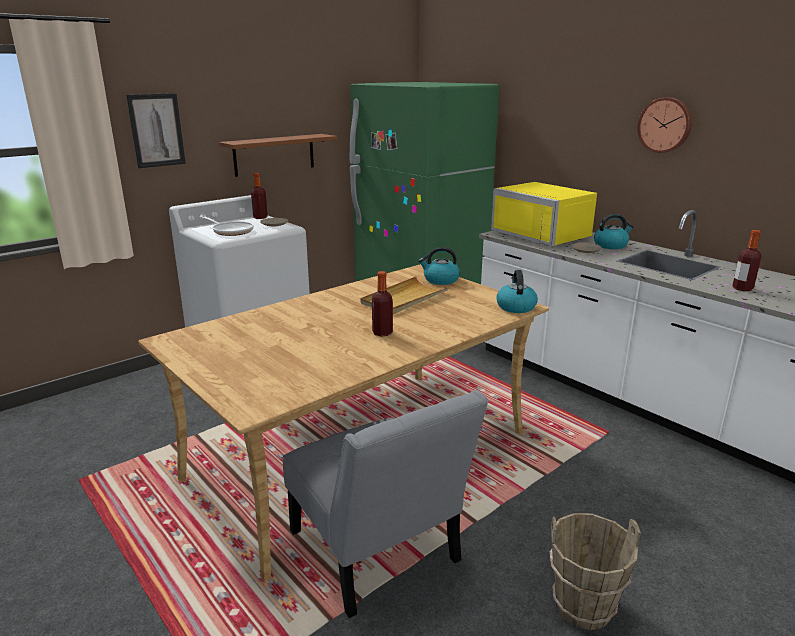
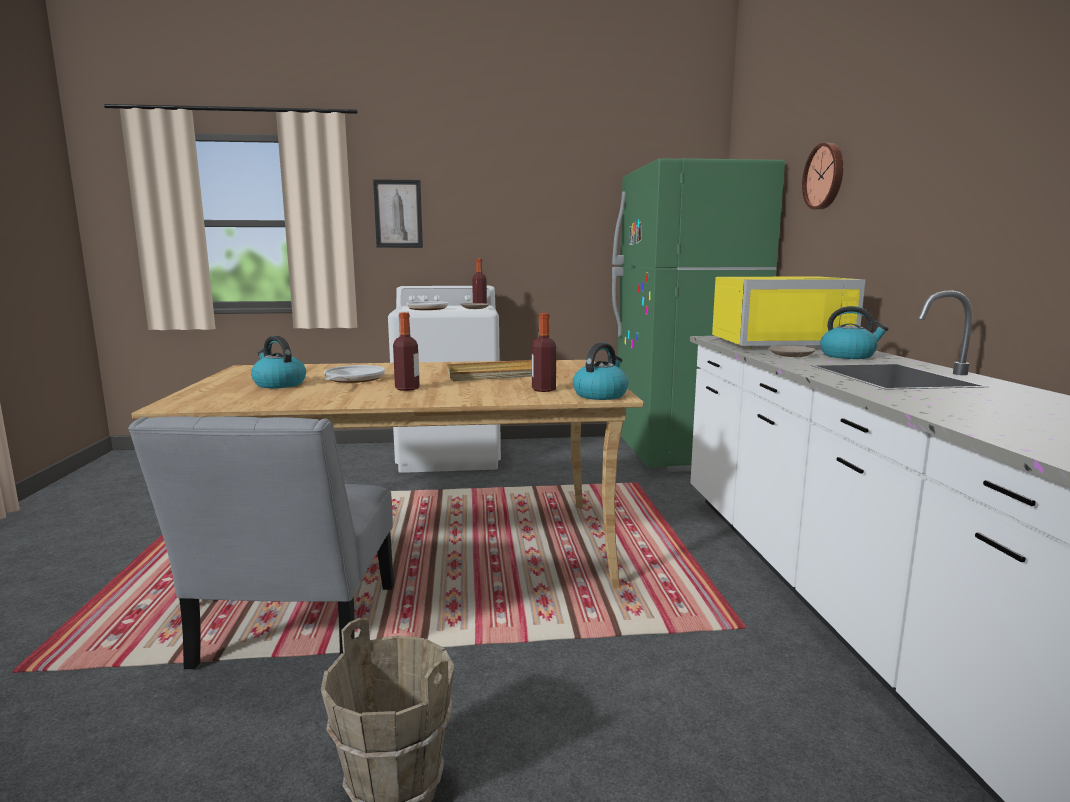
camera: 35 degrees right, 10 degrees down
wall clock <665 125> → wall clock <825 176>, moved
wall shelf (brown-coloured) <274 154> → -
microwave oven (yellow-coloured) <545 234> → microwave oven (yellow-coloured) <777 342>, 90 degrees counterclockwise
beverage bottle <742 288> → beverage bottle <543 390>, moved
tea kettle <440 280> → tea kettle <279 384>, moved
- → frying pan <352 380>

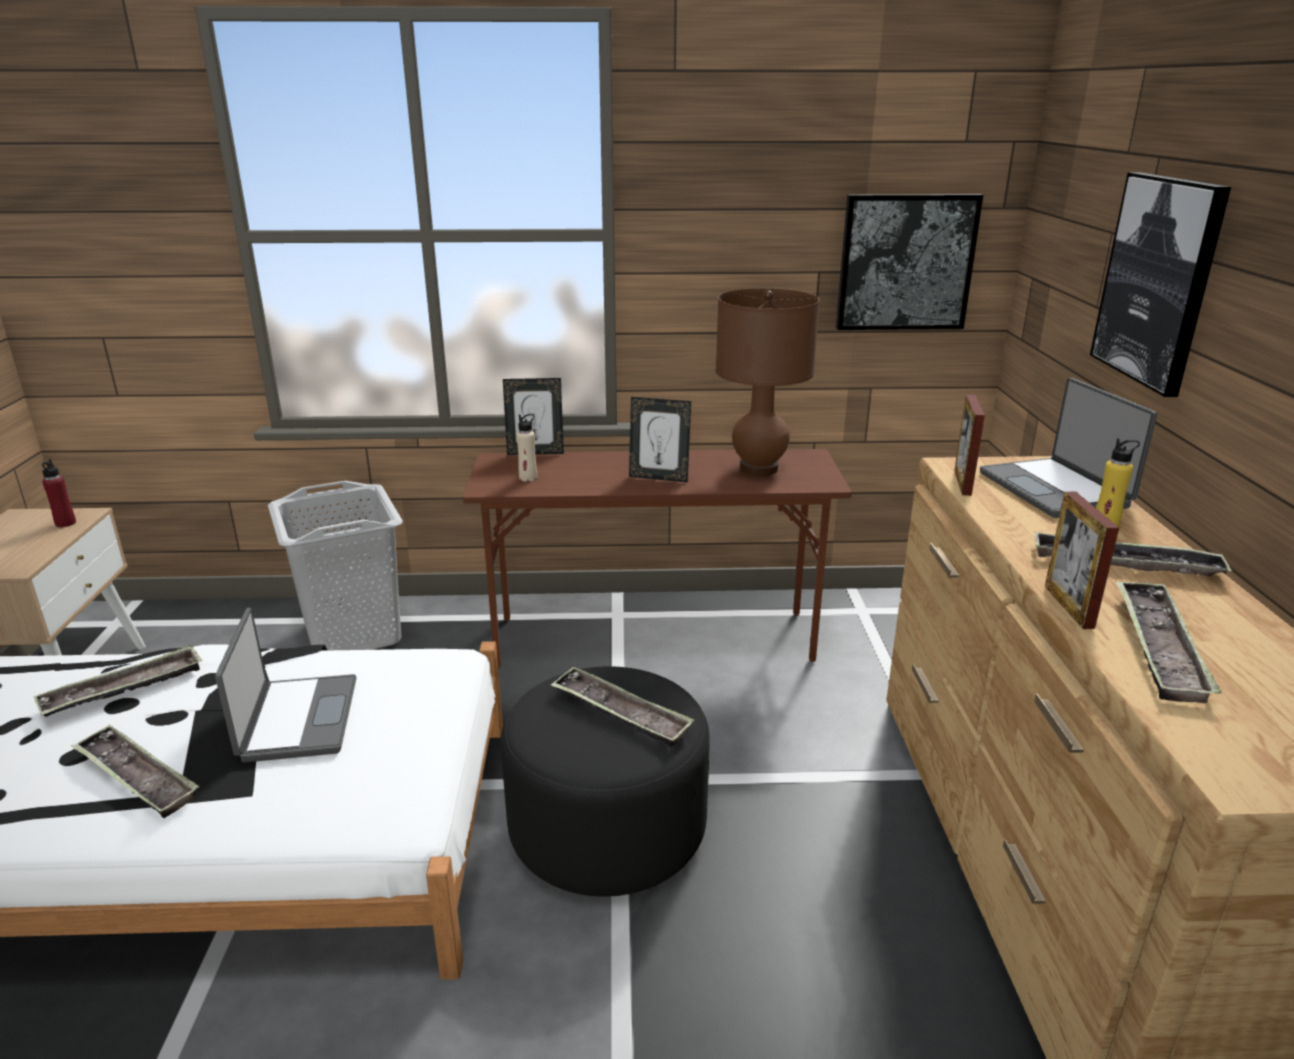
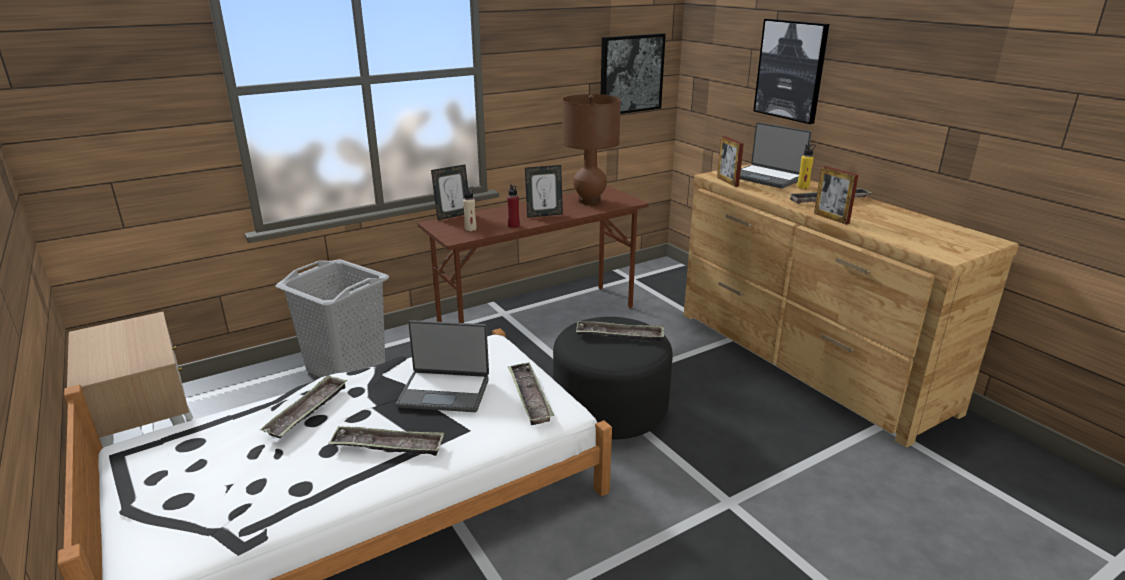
camera: 30 degrees left, 0 degrees up
beverage bottle (red-coloured) <65 523> → beverage bottle (red-coloured) <513 226>, moved
carrying tray <1158 647> → carrying tray <529 396>, moved
notebook computer <297 719> → notebook computer <445 391>, 135 degrees clockwise

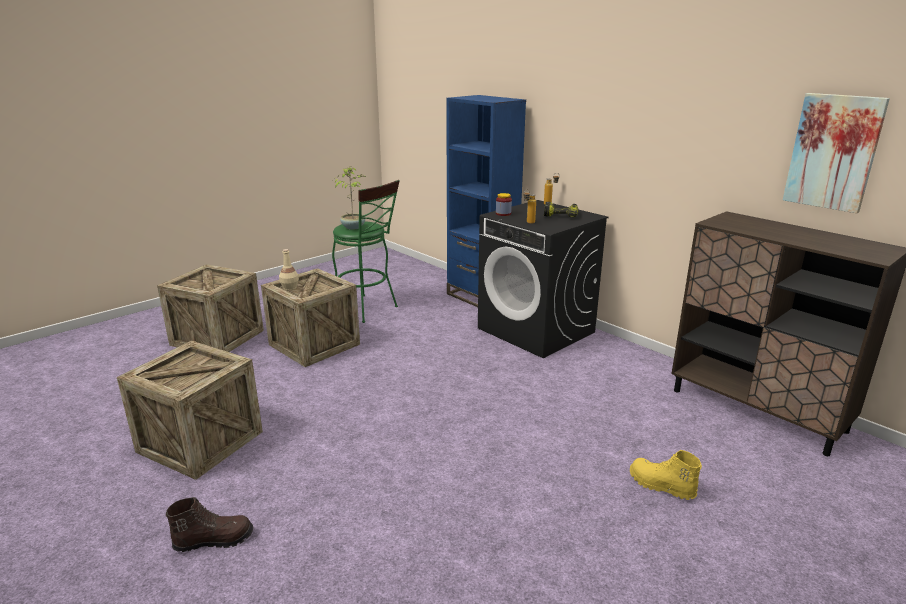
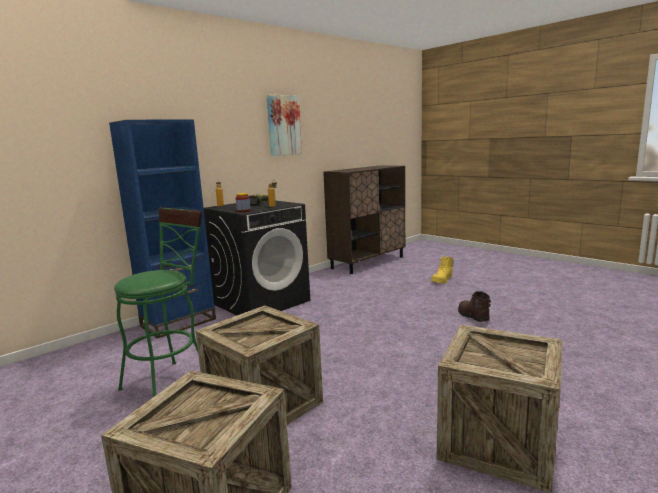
camera: 90 degrees left, 10 degrees down
wall picture <833 152> → wall picture <284 125>, moved
houseplant <353 227> → -
beverage bottle (sand-coloured) <289 288> → -
high-top boot (brown-coloured) <214 540> → high-top boot (brown-coloured) <472 316>, moved

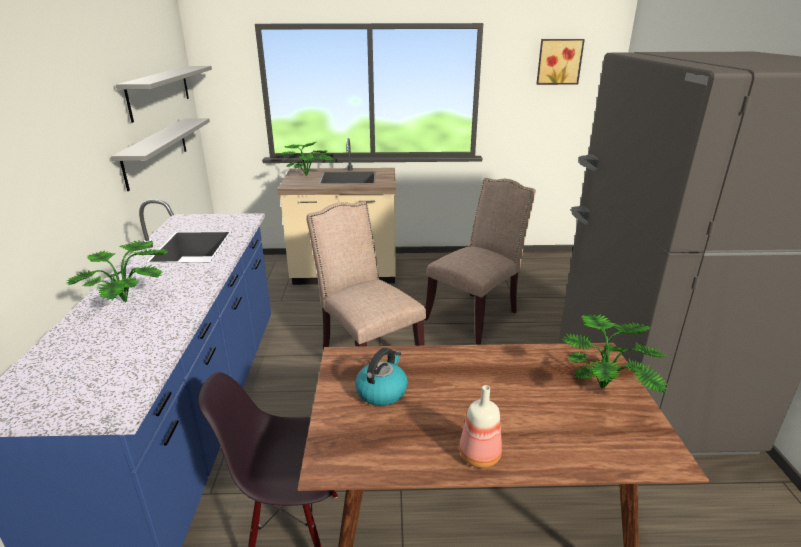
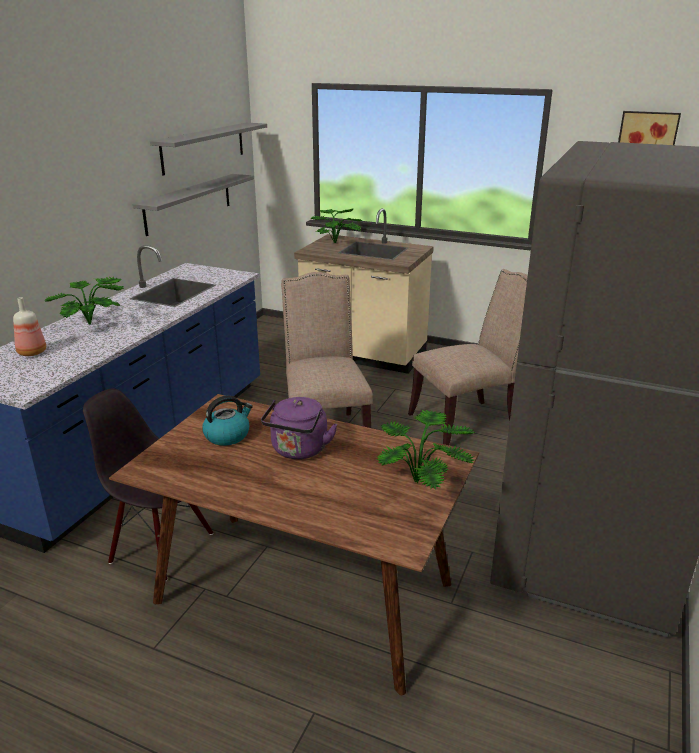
camera: 25 degrees right, 0 degrees up
beverage bottle <480 457> → beverage bottle <31 353>, moved
- → tea kettle (purplish) <298 451>

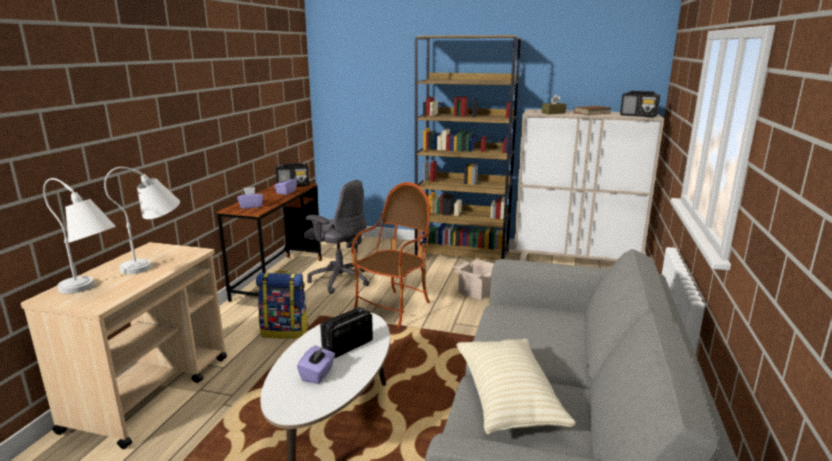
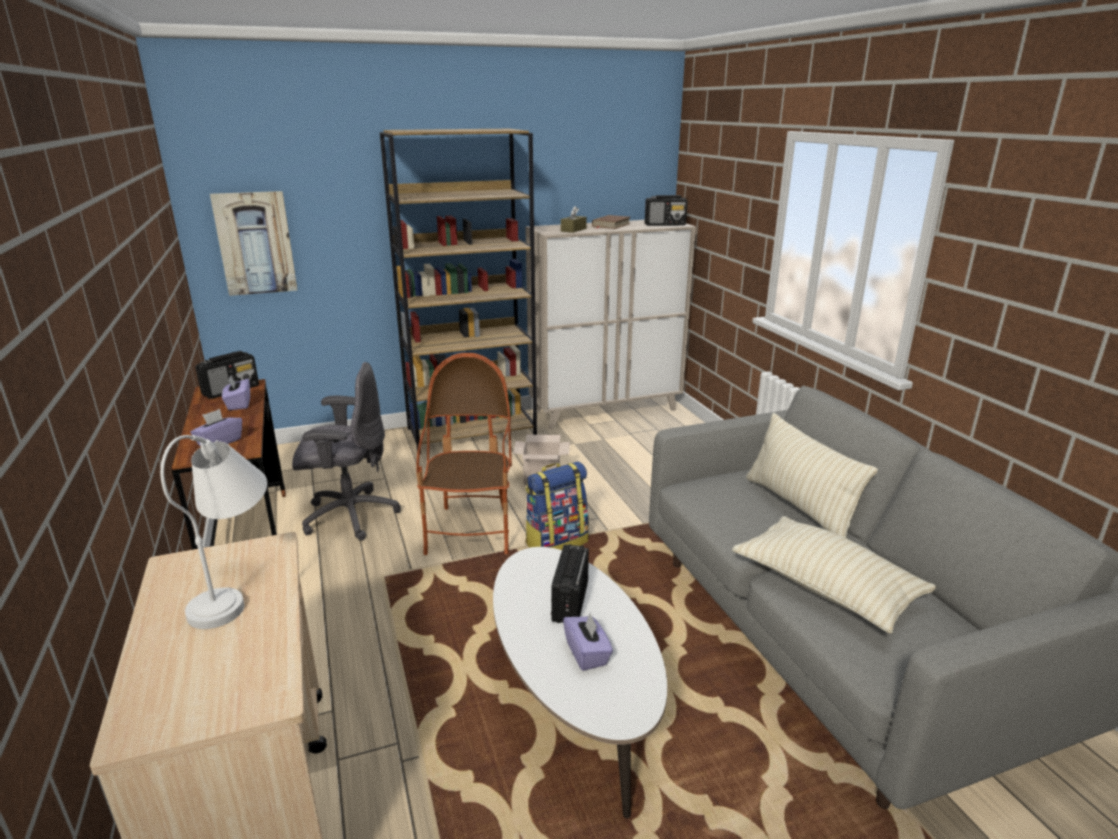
camera: 35 degrees left, 5 degrees up
lamp for a table (white-coloured) <92 290> → -
rucksack <285 331> → rucksack <556 542>, moved
- → wall picture <255 243>
- → throw pillow (sand-coloured) <799 507>

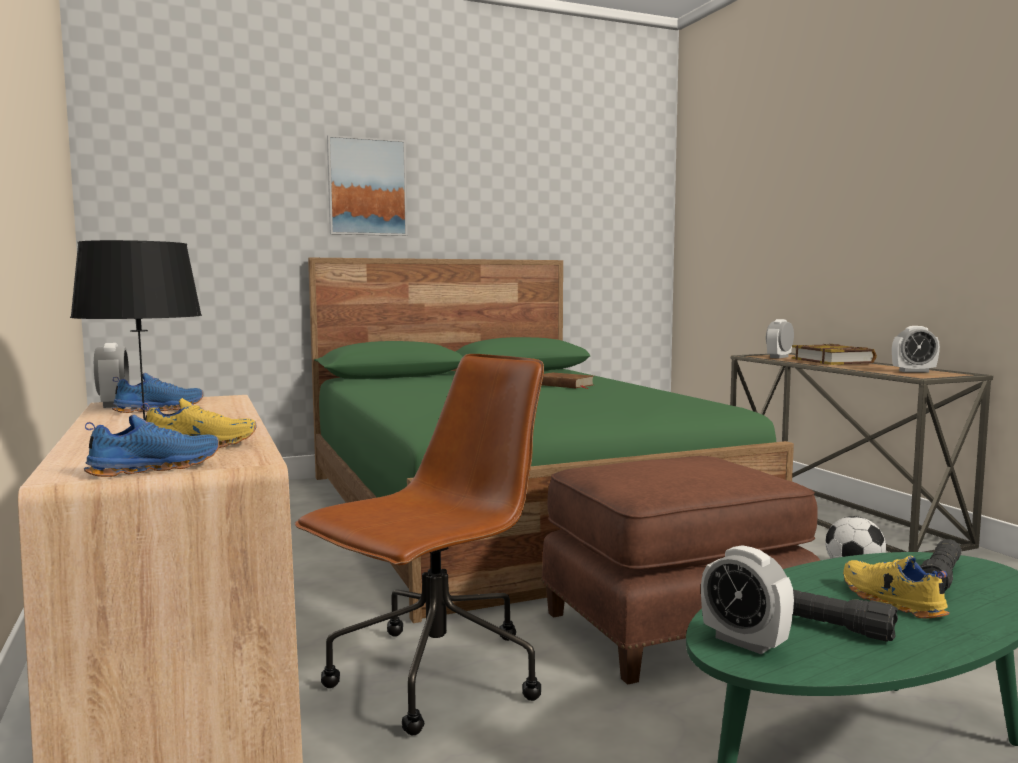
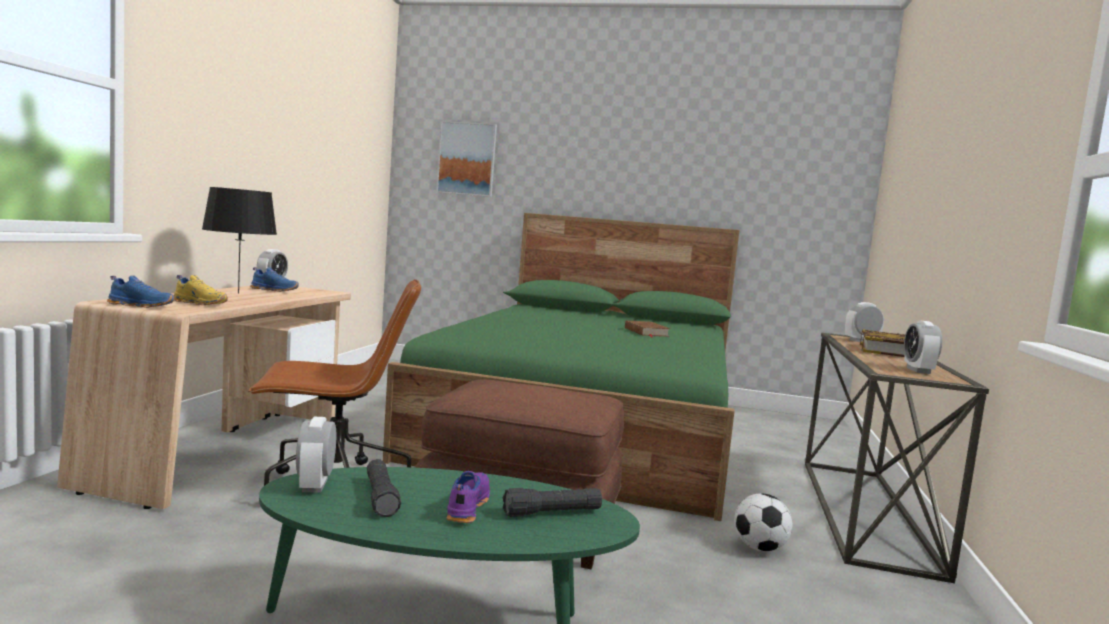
camera: 35 degrees right, 0 degrees up
wall picture <367 187> → wall picture <467 159>, moved
table clock <914 371> → table clock <918 370>, 60 degrees clockwise
low shoe (yellow-coloured) <890 601> → low shoe (purplish) <466 507>

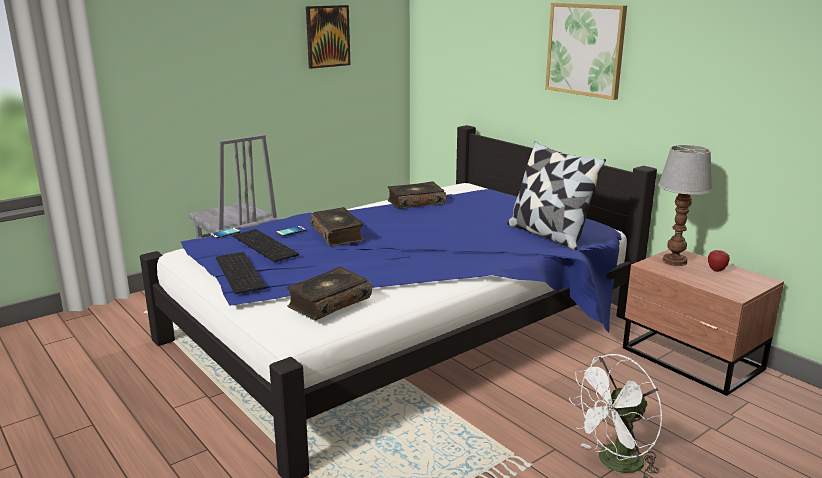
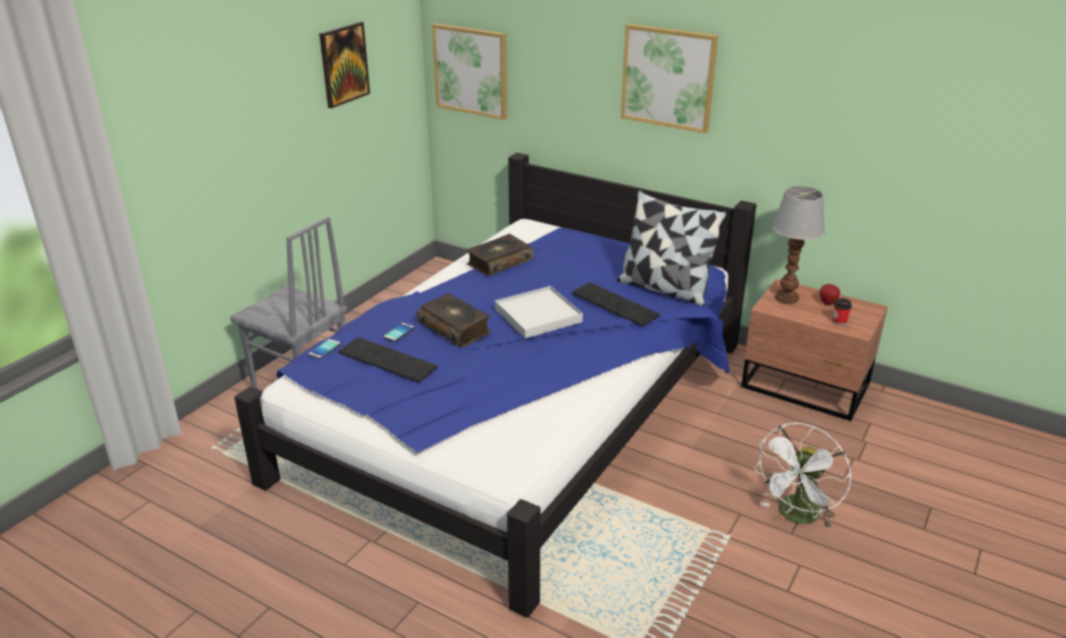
camera: 20 degrees left, 10 degrees up
computer keyboard <242 272> → computer keyboard <616 304>, moved
bound book <328 302> → -
- → wall picture <471 70>
- → carrying tray (white-coloured) <538 315>
- → drinking cup <839 322>

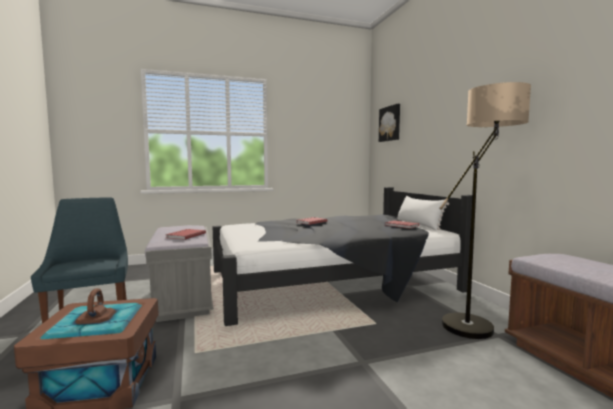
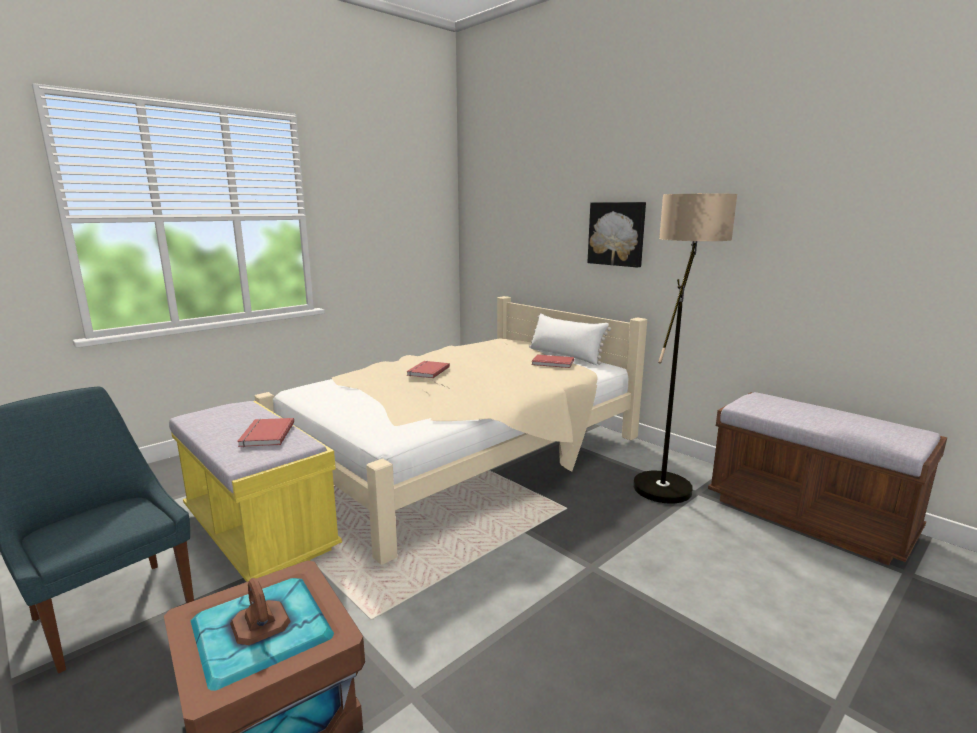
camera: 25 degrees left, 10 degrees up
wall picture <390 123> → wall picture <617 234>, moved
sleeping bed (black-coloured) <329 283> → sleeping bed (sand-coloured) <460 455>
long seat (greyish) <184 299> → long seat (yellow-coloured) <259 532>

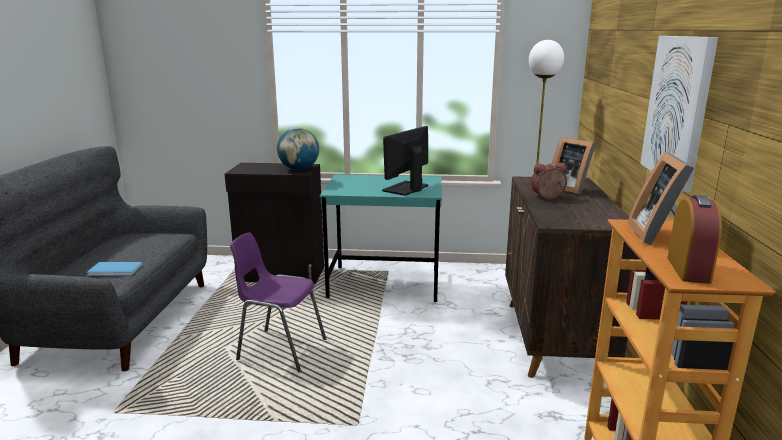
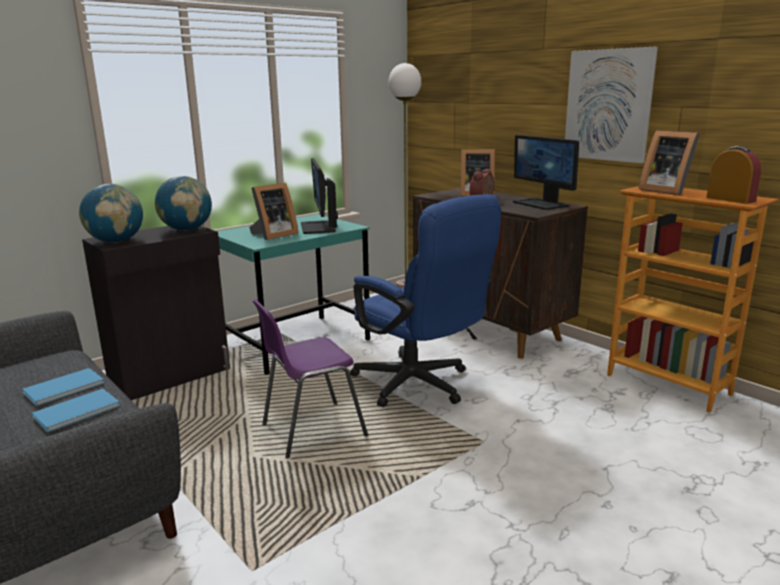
camera: 45 degrees left, 0 degrees up
- → computer display <541 204>
- → standing frame <273 235>
- → globe <116 241>
- → office chair (blue) <419 386>
- → bound book (blue) <66 387>

